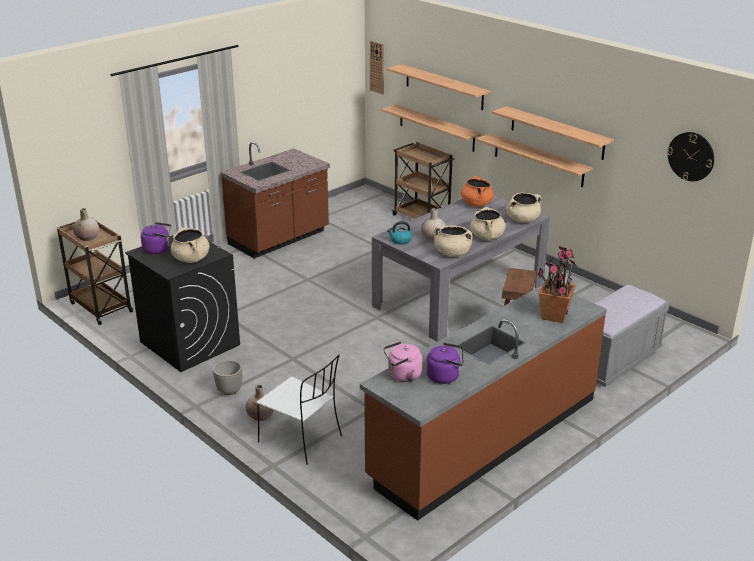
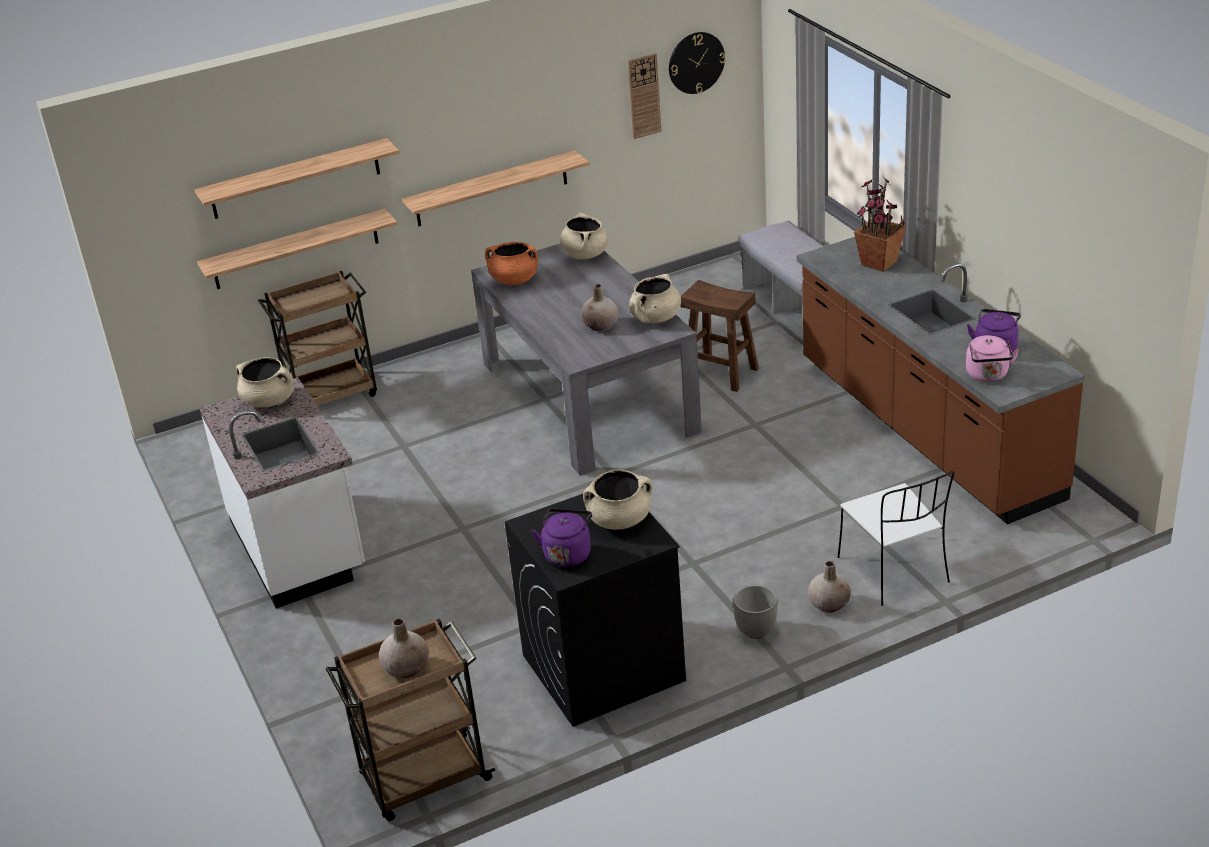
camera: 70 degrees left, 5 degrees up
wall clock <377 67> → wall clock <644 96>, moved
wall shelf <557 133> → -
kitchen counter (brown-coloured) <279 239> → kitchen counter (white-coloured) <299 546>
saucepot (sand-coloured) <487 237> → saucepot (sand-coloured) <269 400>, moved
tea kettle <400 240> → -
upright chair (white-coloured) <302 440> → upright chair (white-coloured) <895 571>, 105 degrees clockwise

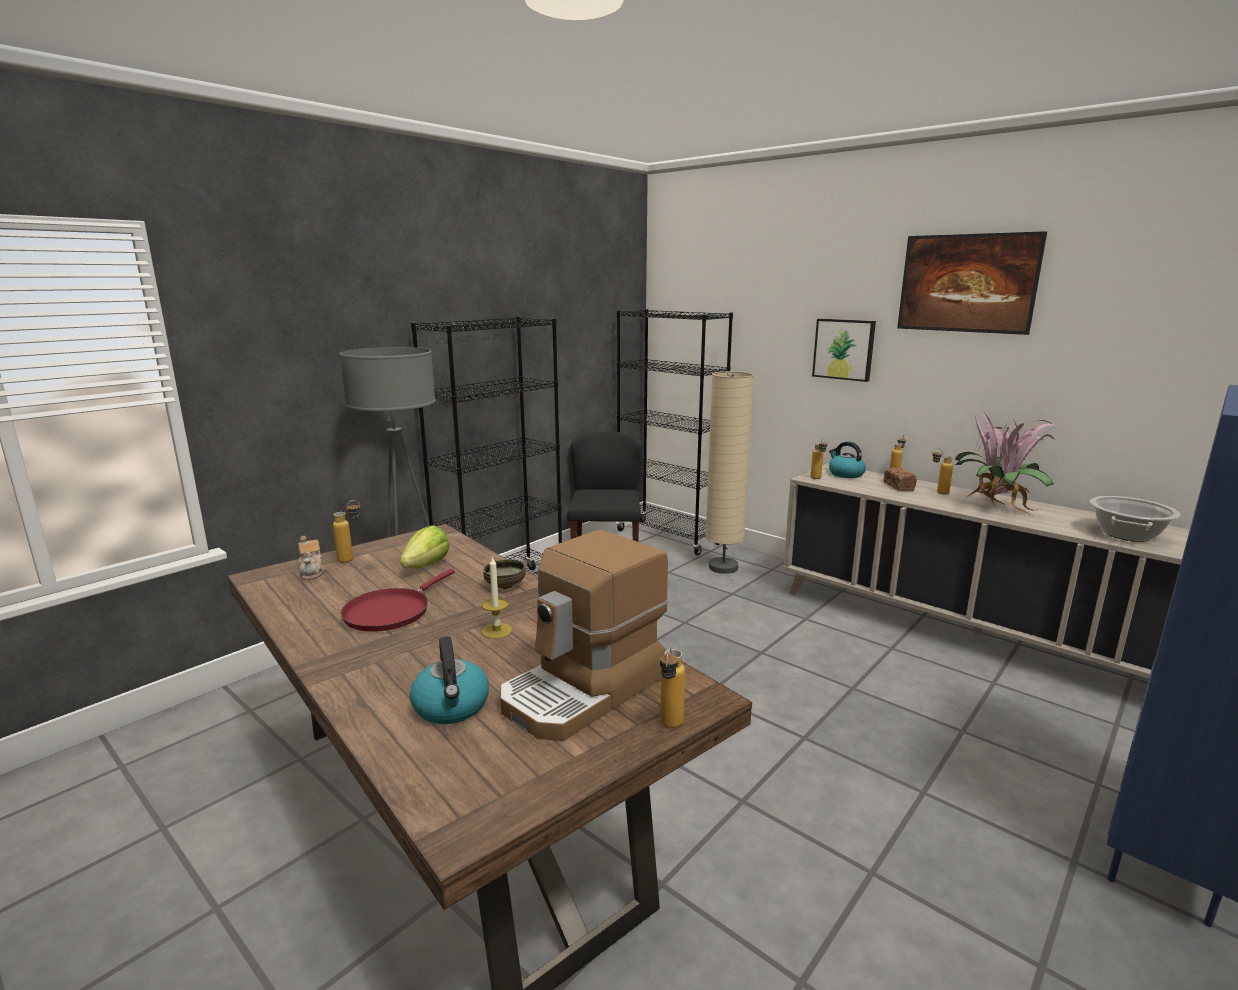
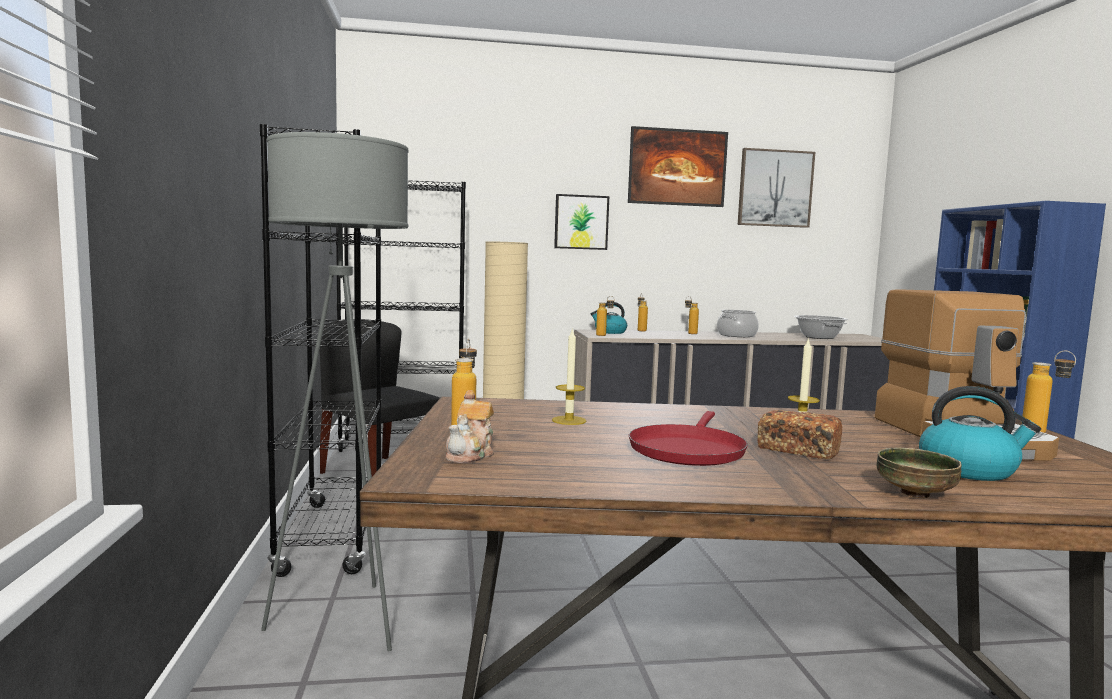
camera: 50 degrees left, 10 degrees down
houseplant <995 506> → saucepot <736 335>
bakery bread <898 486> → bakery bread <797 450>, moved
lettuce head <426 566> → wax candle <569 420>
pot for tea <312 572> → pot for tea <471 454>, 90 degrees clockwise
deep dish <505 586> → deep dish <916 494>, moved
frying pan (red-coloured) <391 612> → frying pan (red-coloured) <688 449>, 45 degrees clockwise
- → wall picture <775 188>

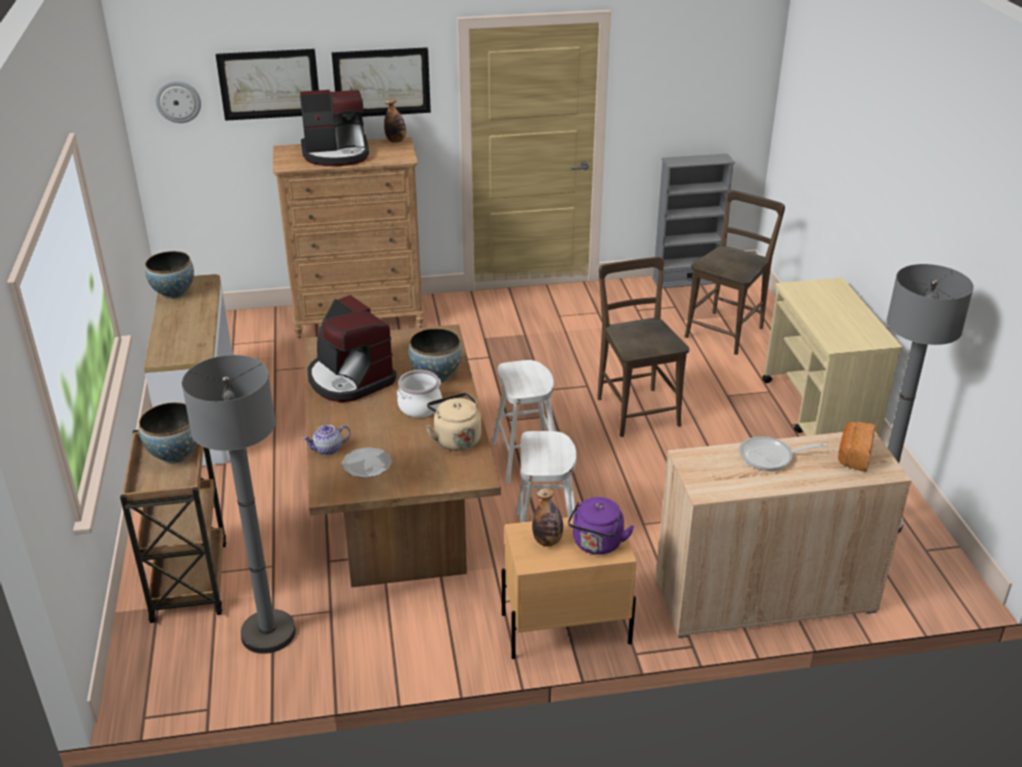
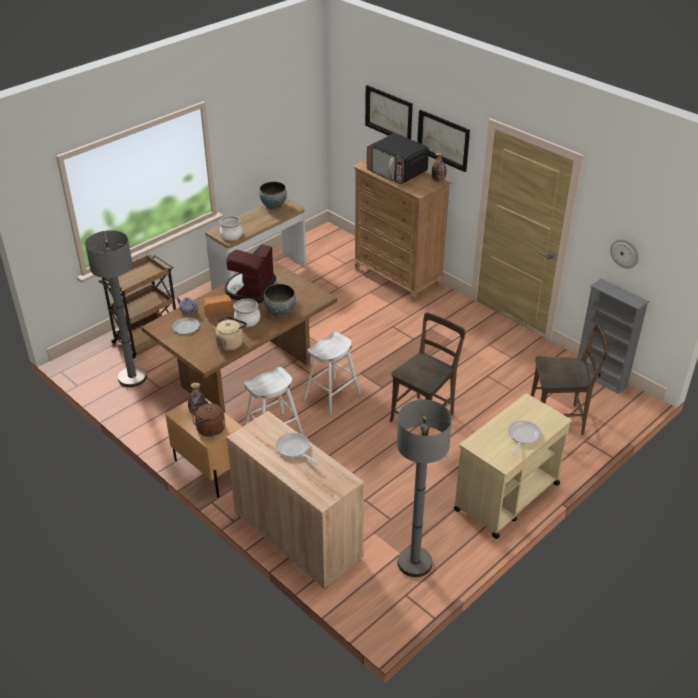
camera: 55 degrees right, 5 degrees up
wall clock <178 101> → wall clock <625 253>, moved
coffee machine <336 154> → microwave oven <397 172>
deep dish <175 454> → -
bakery bread <853 456> → bakery bread <218 310>, moved
tea kettle (purplish) <597 544> → tea kettle (brown-coloured) <208 429>
- → saucepot <231 235>
- → frying pan <522 437>

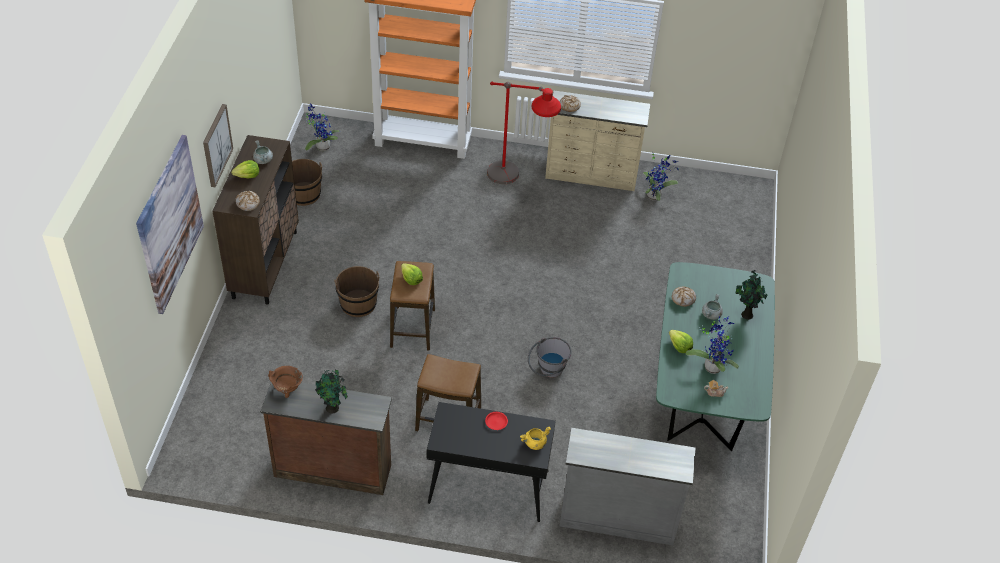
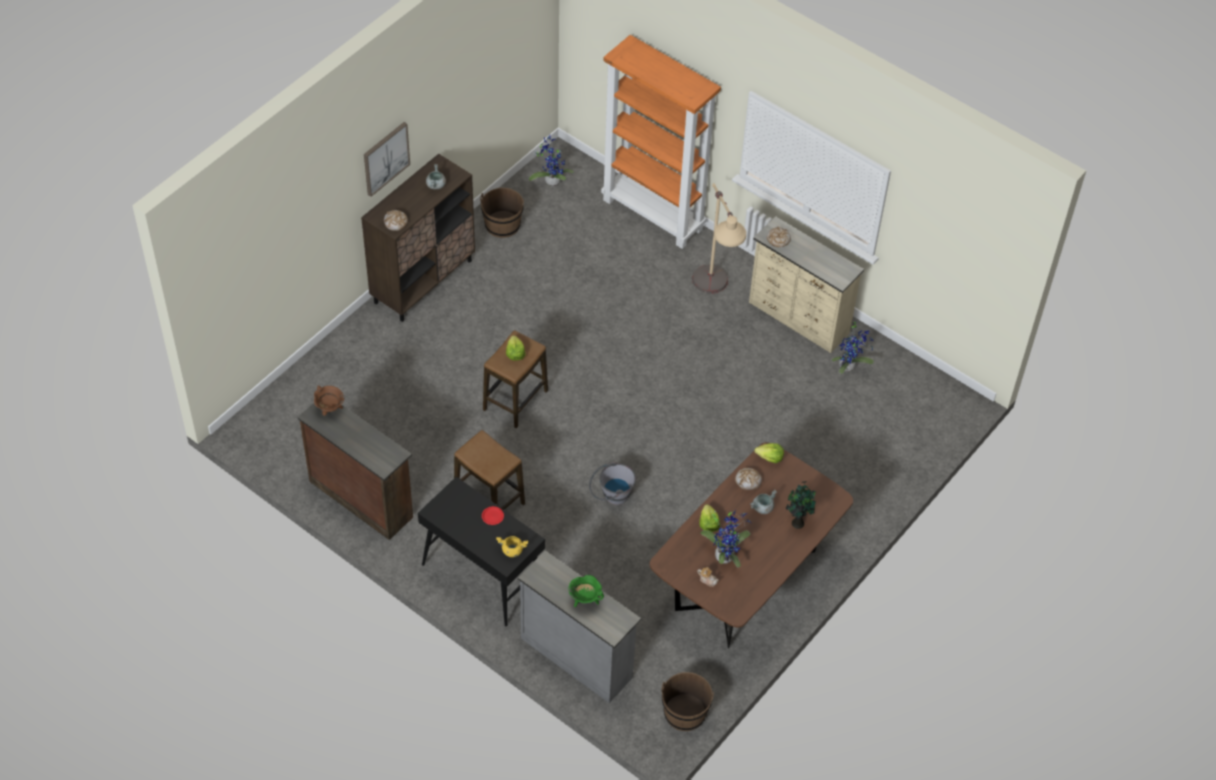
camera: 30 degrees right, 5 degrees up
standard lamp (red-coloured) <516 186> → standard lamp (sand-coloured) <713 299>
wall picture <169 224> → -
lettuce head <247 176> → lettuce head <770 458>, moved
dining table (green) <703 391> → dining table (brown-coloured) <745 580>
water bucket (brown-coloured) <358 303> → water bucket (brown-coloured) <685 712>, moved
houseplant <333 408> → -
- → saucepot (green) <585 600>

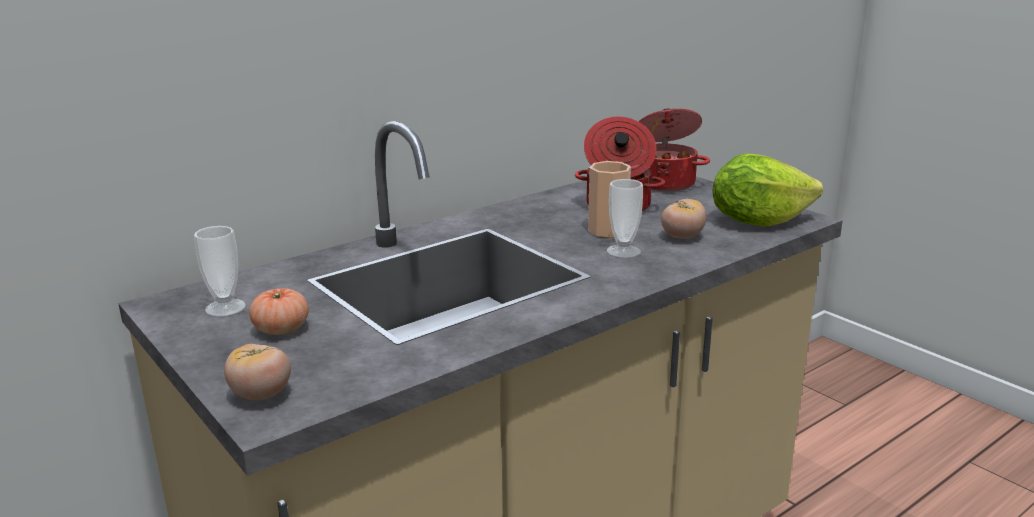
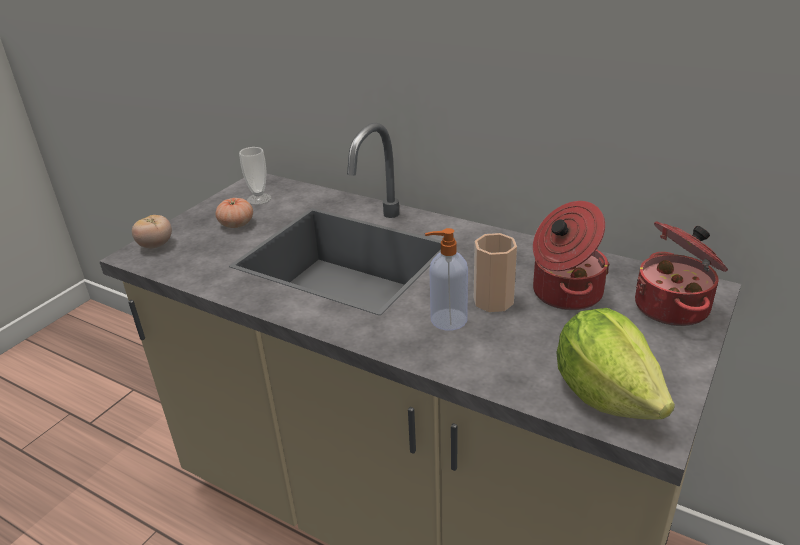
camera: 70 degrees right, 10 degrees up
drinking cup <623 251> → soap bottle <447 320>
whole tomato <682 237> → -

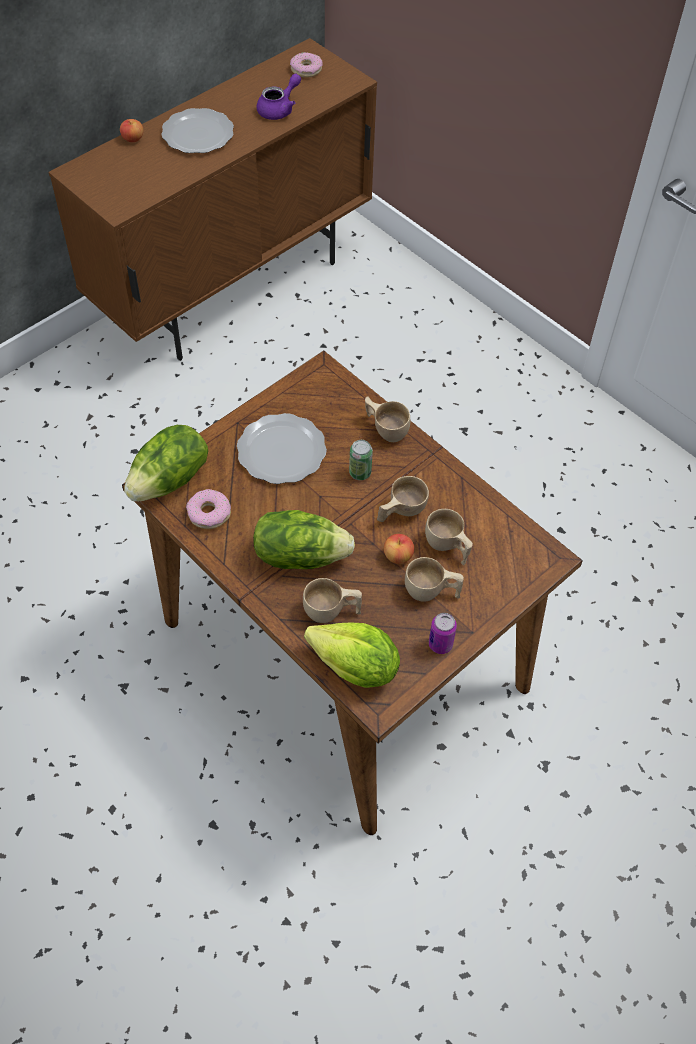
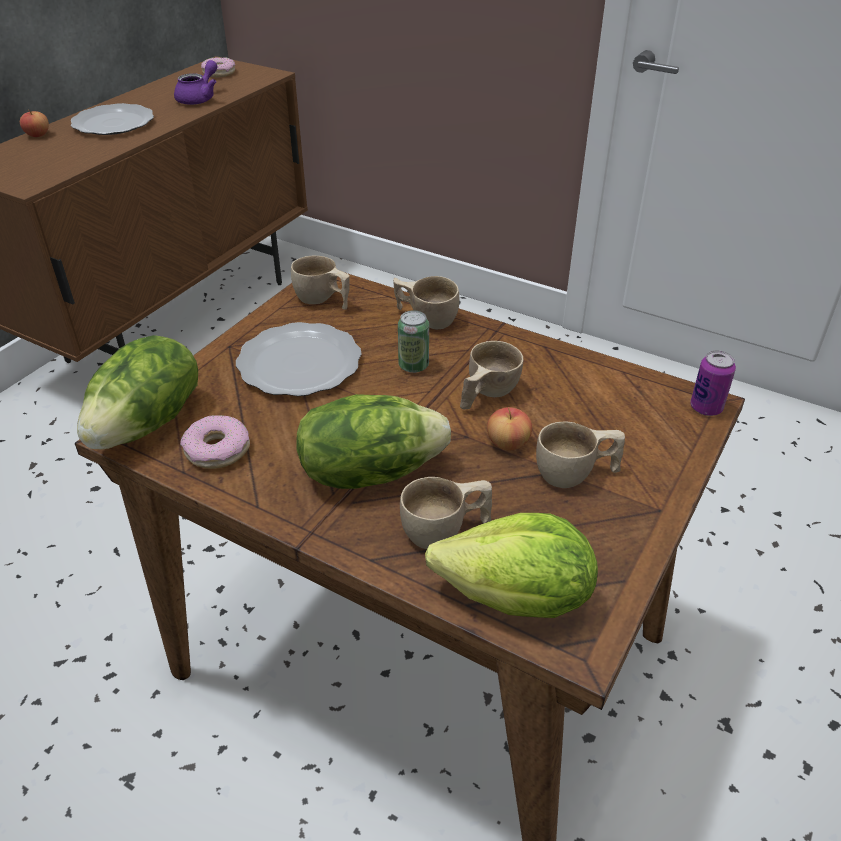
camera: 15 degrees left, 15 degrees down
drinking cup (sand-coloured) <447 547> → drinking cup (sand-coloured) <323 301>, moved
can <440 644> → can <706 408>, moved

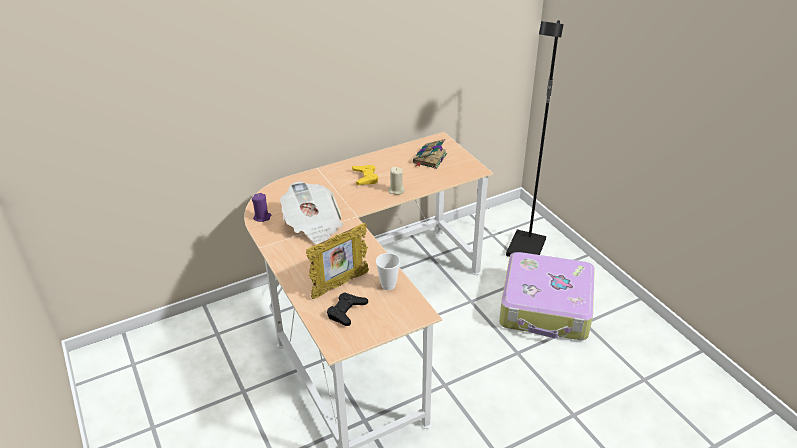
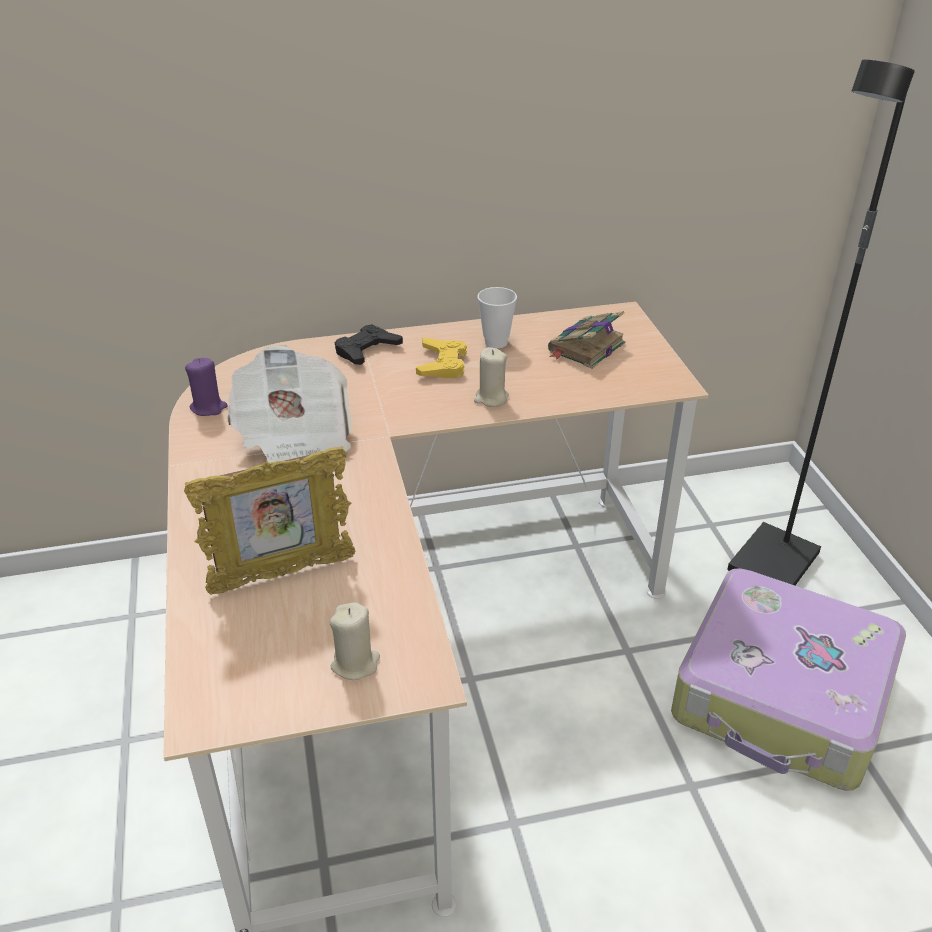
camera: 15 degrees right, 0 degrees up
drinking cup <388 285> → drinking cup <496 342>, moved
gamepad (black-coloured) <346 311> → gamepad (black-coloured) <366 350>, moved
- → wax candle (sand-coloured) <355 664>

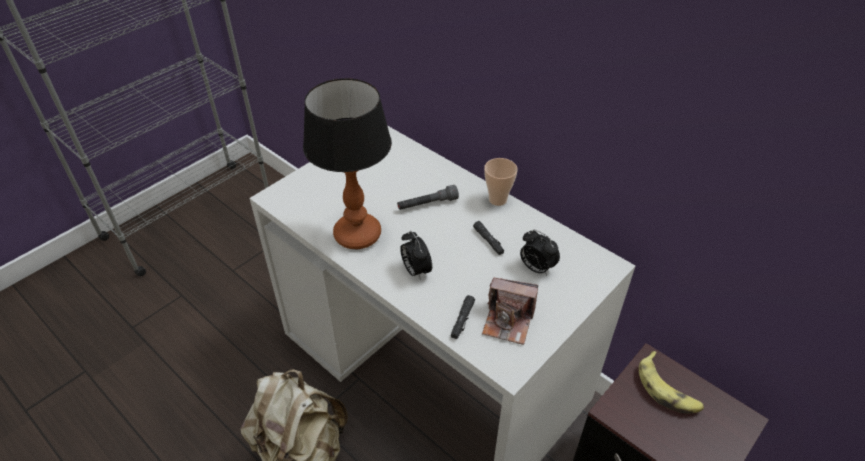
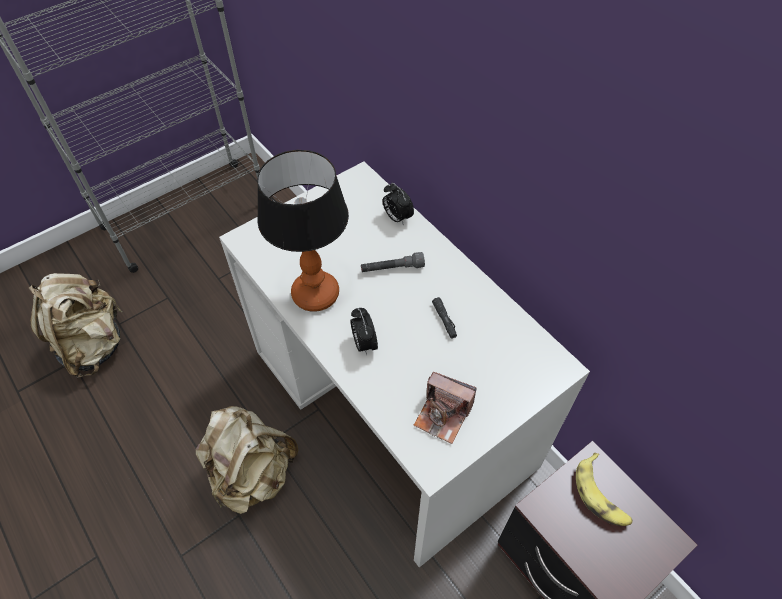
camera: 10 degrees right, 10 degrees up
drinking cup <497 199> → -
table clock <536 268> → table clock <397 217>, moved
hand torch (black-coloured) <462 320> → -
- → rucksack (sand-coloured) <93 344>

